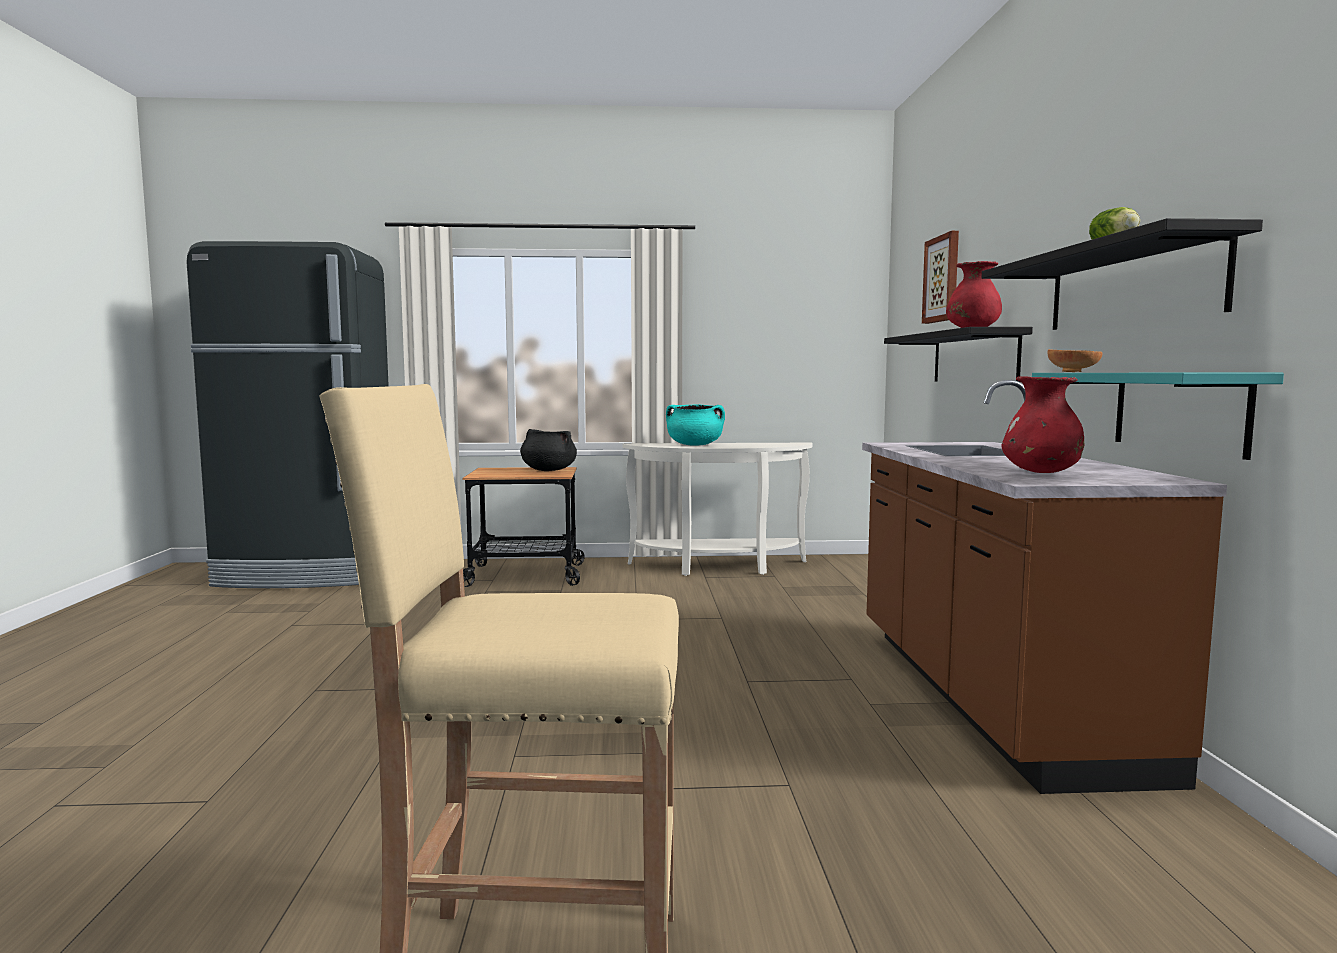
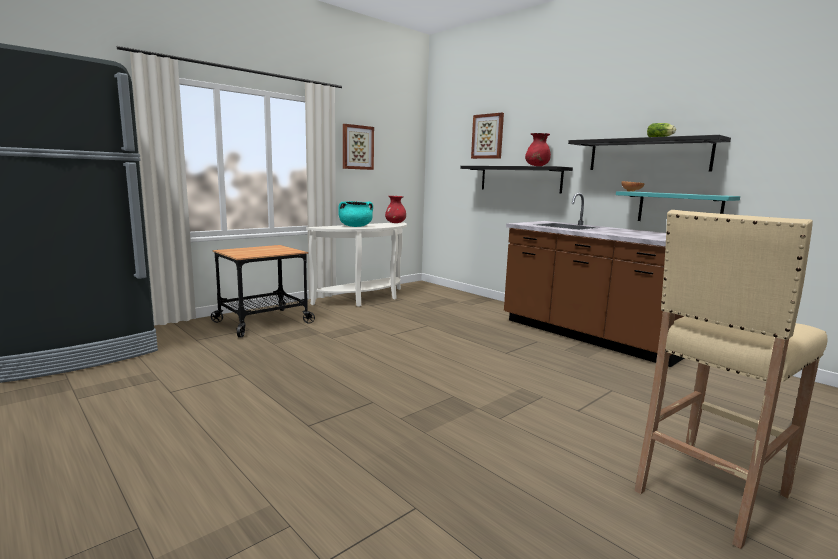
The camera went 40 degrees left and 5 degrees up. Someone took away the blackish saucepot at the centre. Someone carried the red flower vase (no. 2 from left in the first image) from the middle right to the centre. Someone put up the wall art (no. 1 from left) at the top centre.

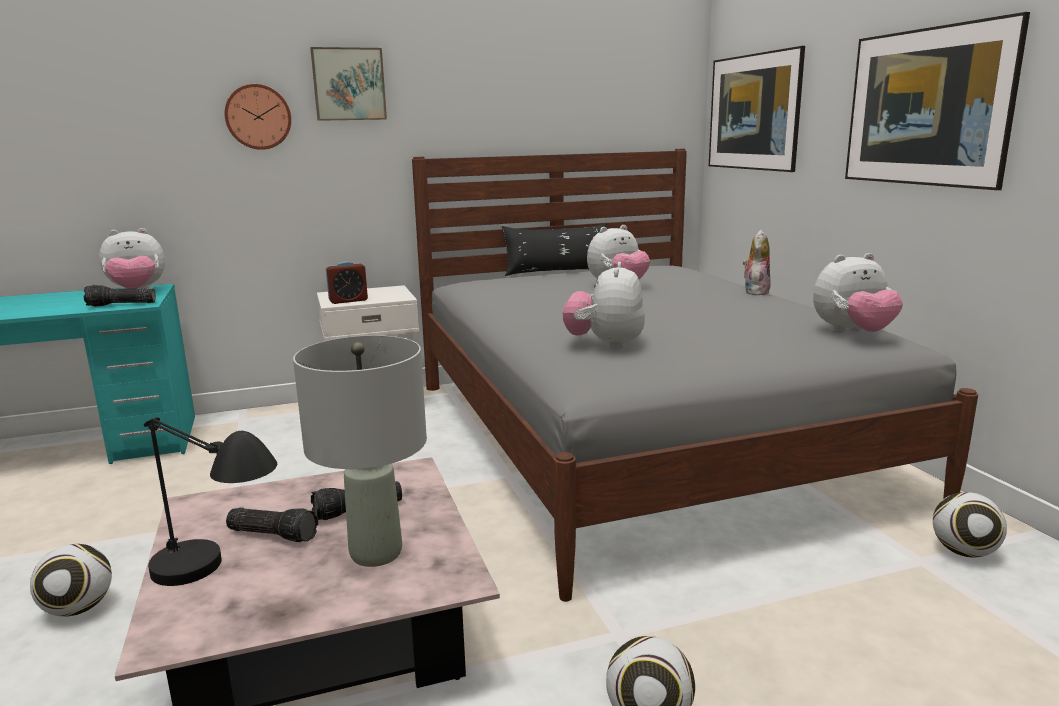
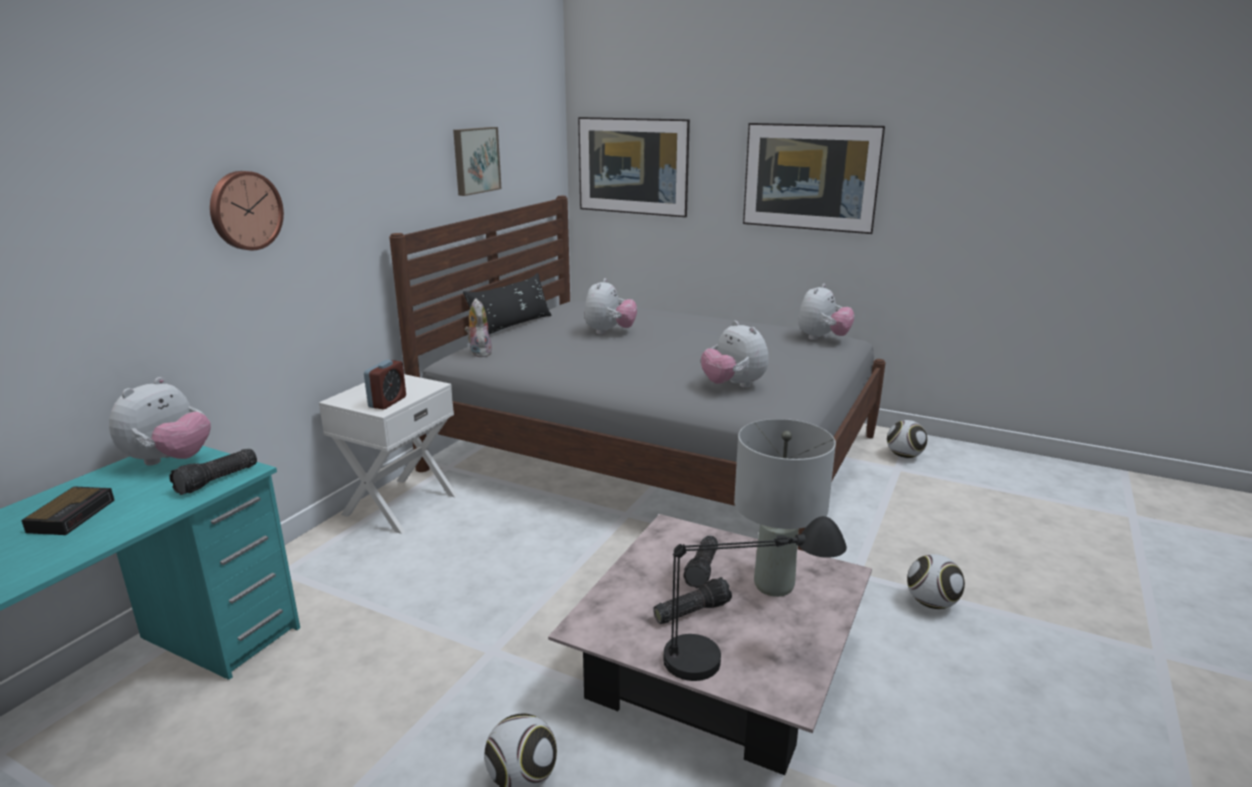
The camera went 45 degrees left and 5 degrees up. Someone carried the wall art (no. 1 from left) from the top left to the top centre. Someone carried the cuddly toy (no. 4 from left in the first image) from the middle right to the centre. Someone put down the alarm clock (no. 1 from left) at the middle left.

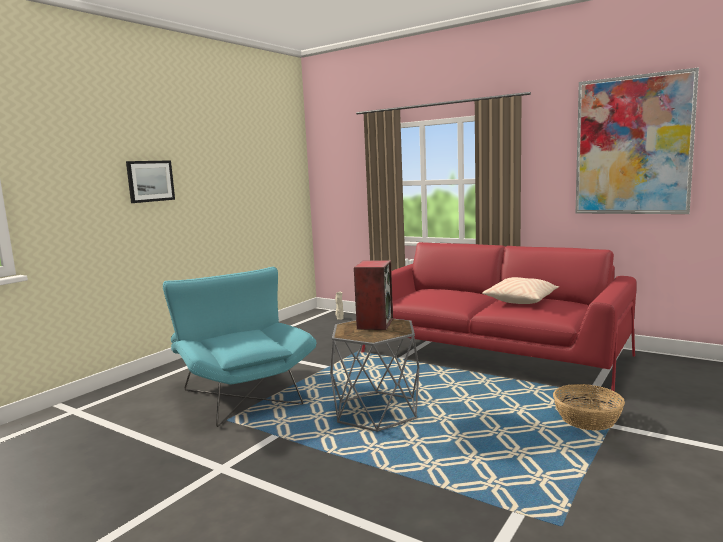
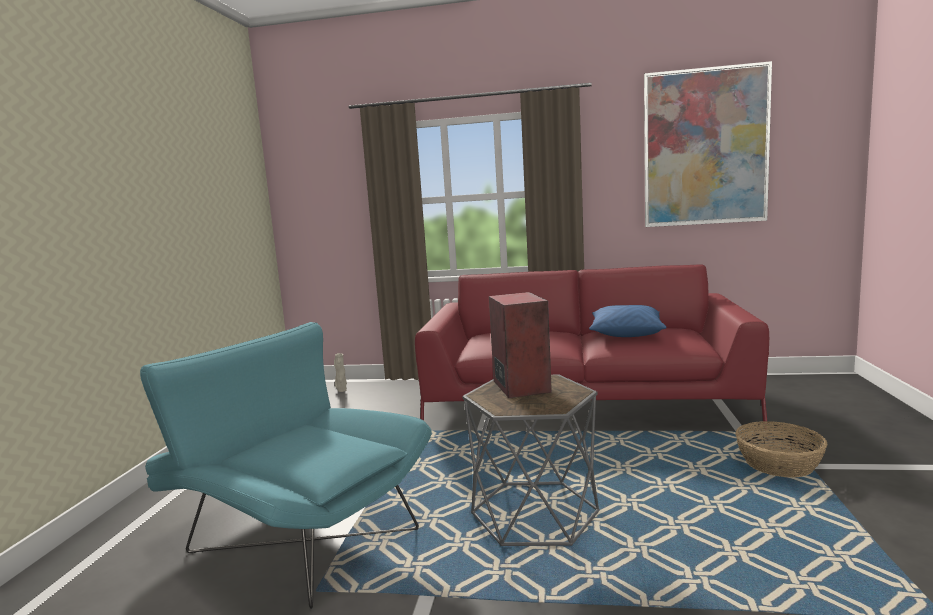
The camera went 25 degrees left and 0 degrees up. Someone took away the wall art (no. 1 from left) at the middle left. Someone repainted the sand-coloured throw pillow at the middle right, which became the blue throw pillow at the middle right.

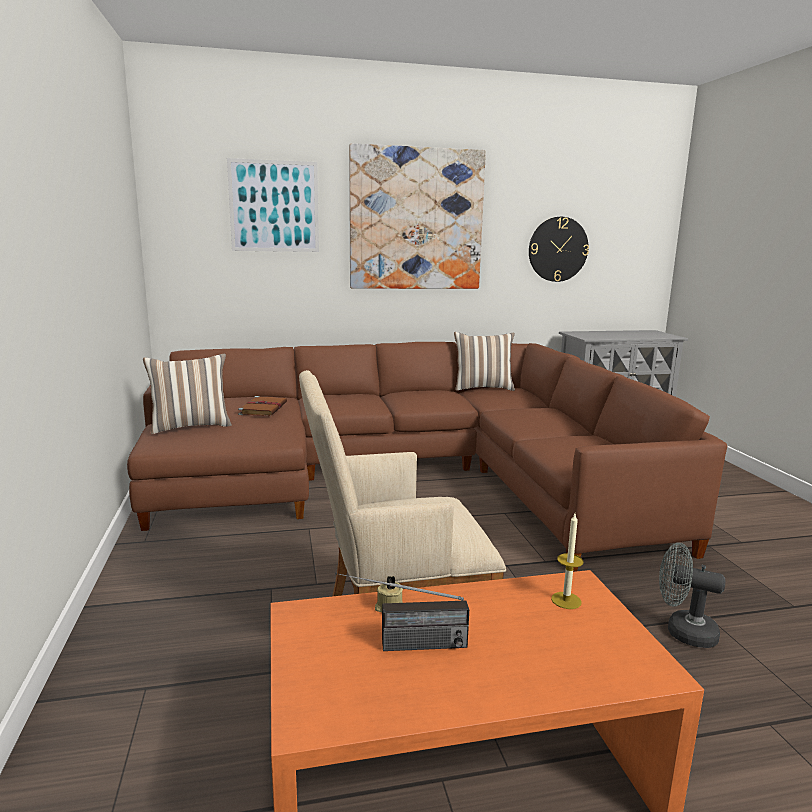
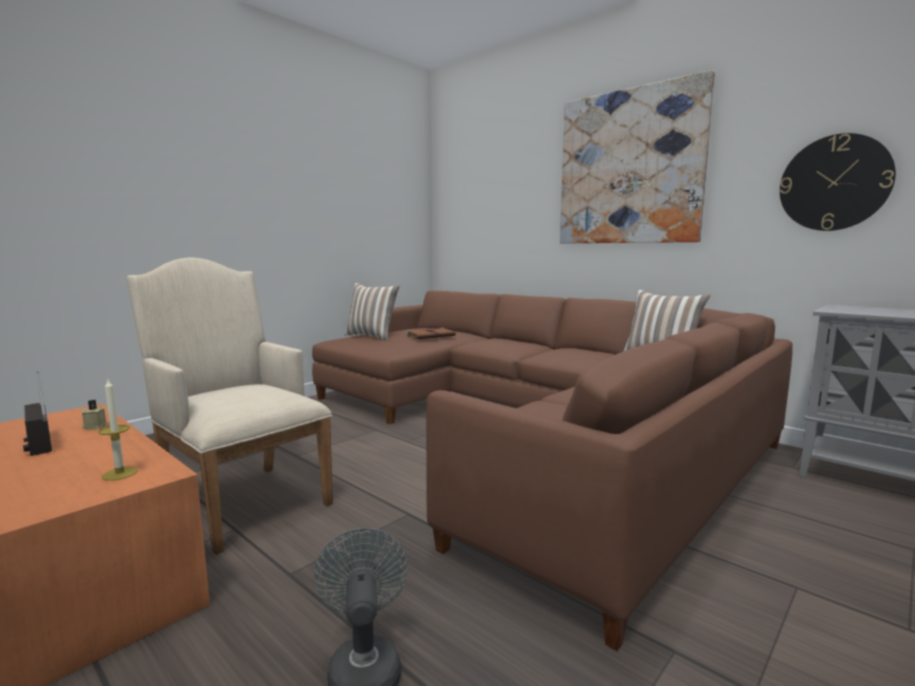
The camera went 55 degrees right and 5 degrees down. Someone took away the wall art (no. 1 from left) at the top centre.

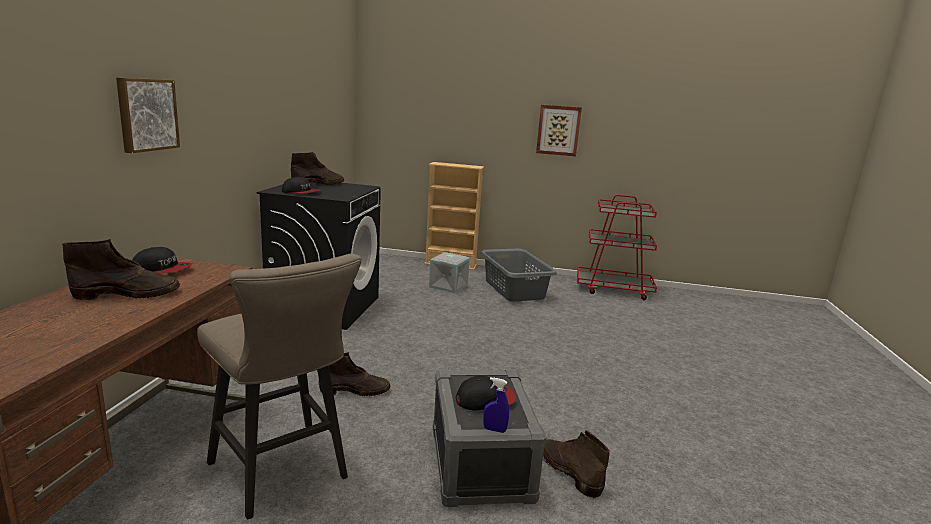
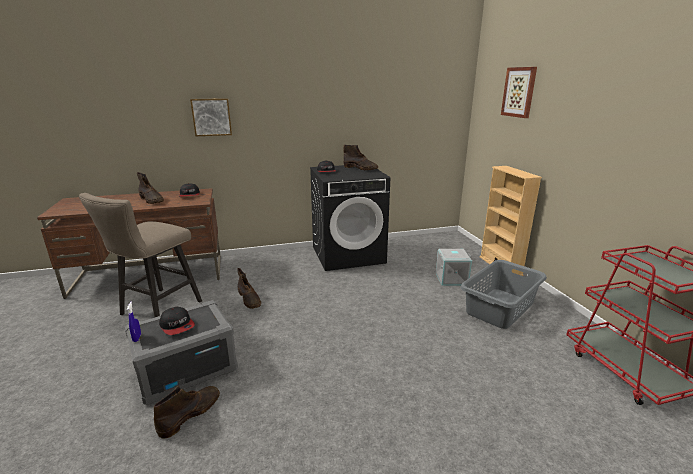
The camera went 65 degrees right and 5 degrees up. Someone carried the wall art (no. 2 from left) from the top centre to the top right.

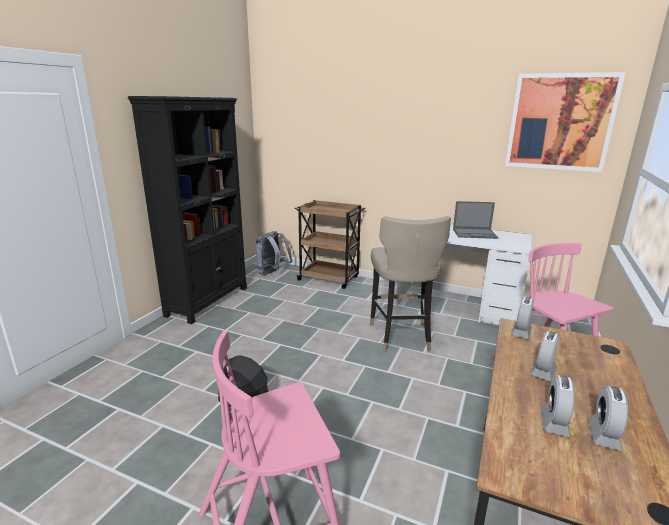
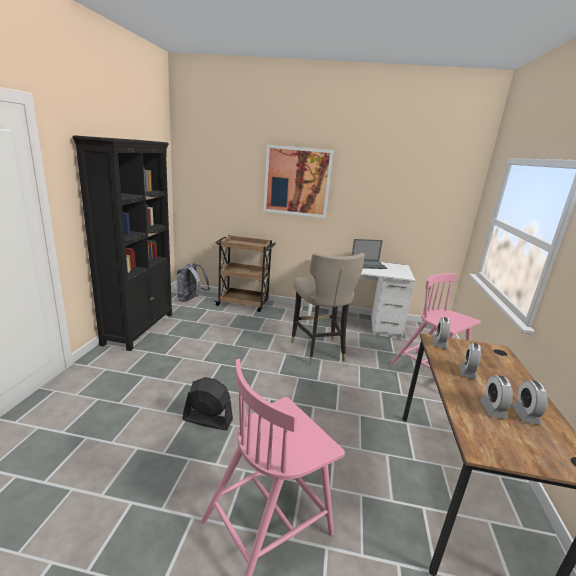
The camera went 15 degrees left and 0 degrees up. Someone carried the wall art from the top right to the top centre.

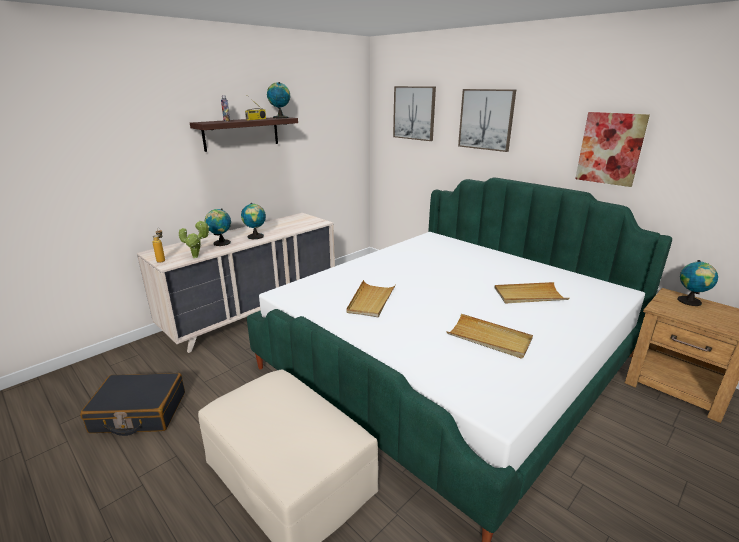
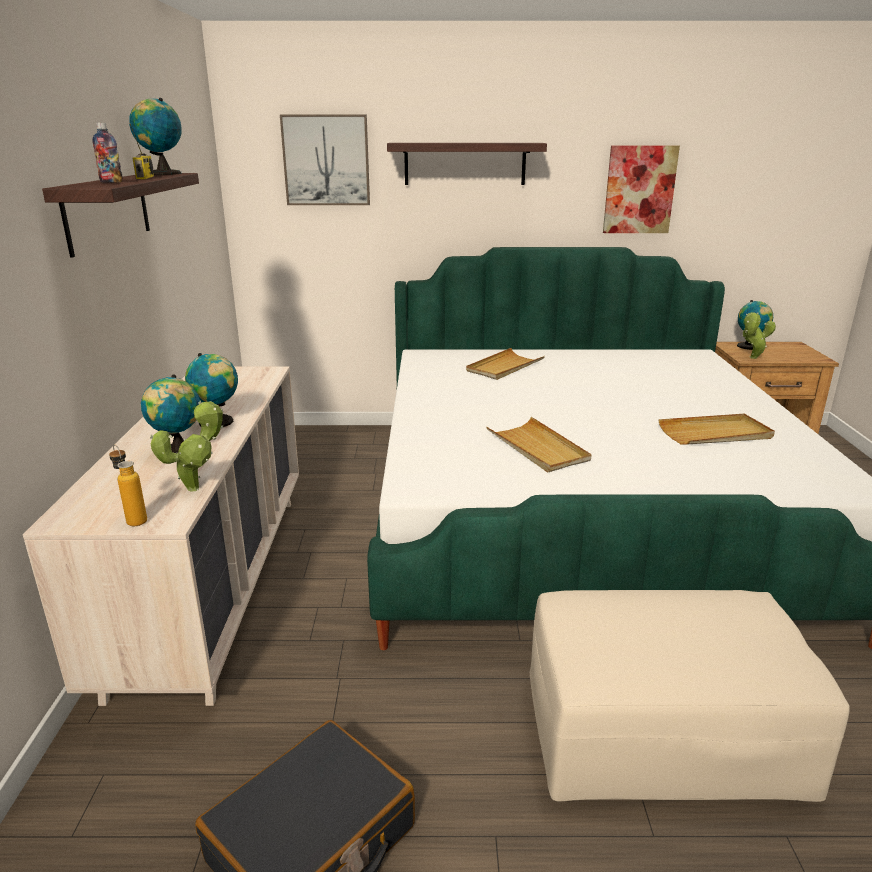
The camera went 45 degrees left and 0 degrees up. Someone swapped the wall art (no. 2 from left) at the top centre for the shelf (no. 2 from left) at the top centre. Someone carried the sand-coloured tray (no. 3 from left in the first image) from the middle right to the centre. Someone put down the houseplant (no. 2 from left) at the middle right.

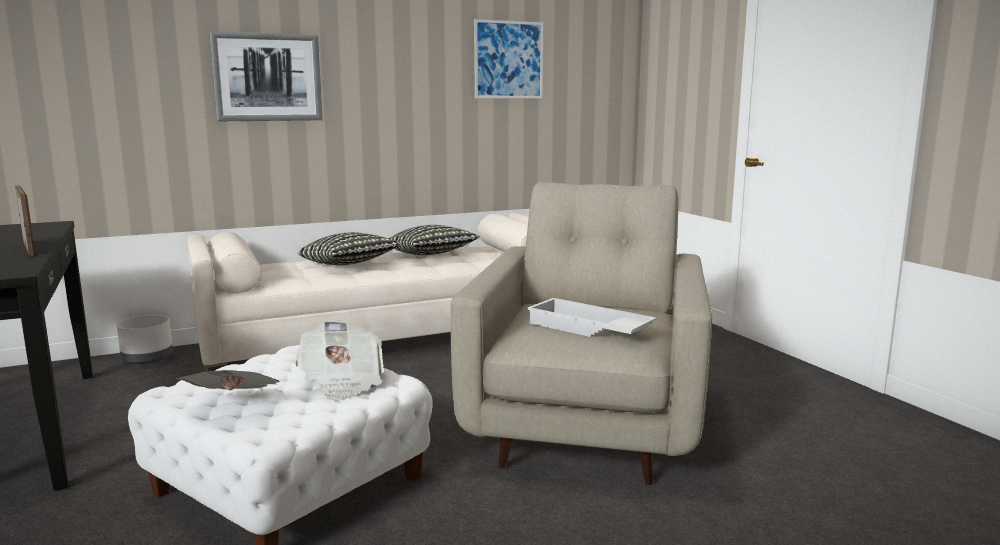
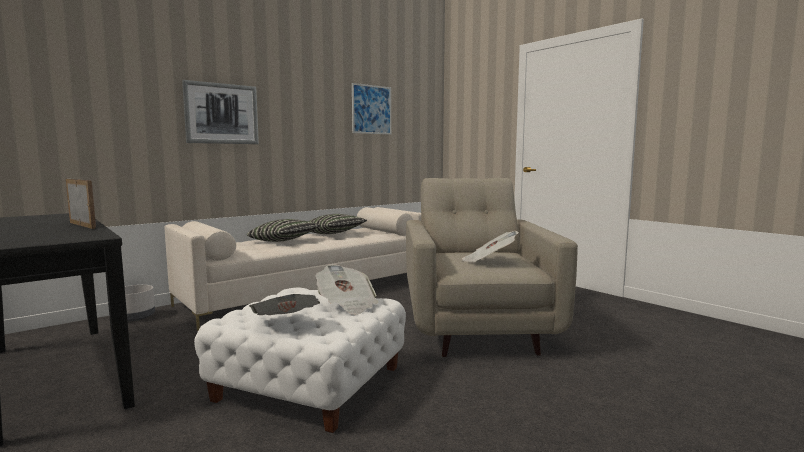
The camera went 15 degrees left and 5 degrees down. Someone swapped the white tray at the centre for the printed paper (no. 3 from left) at the centre.

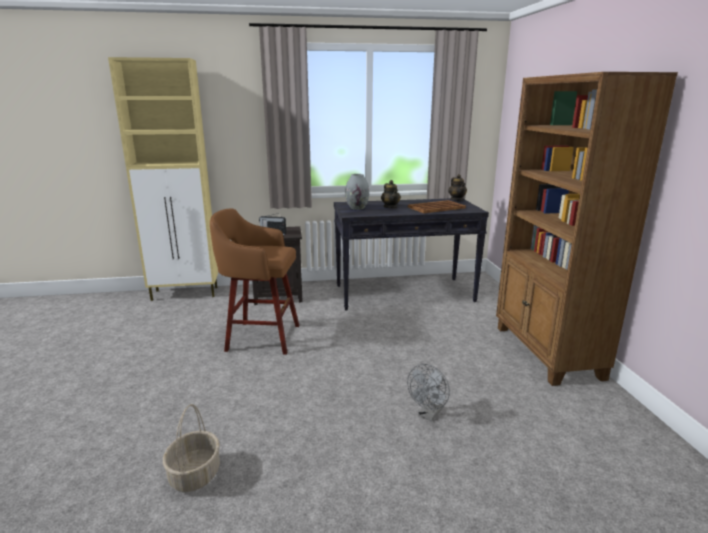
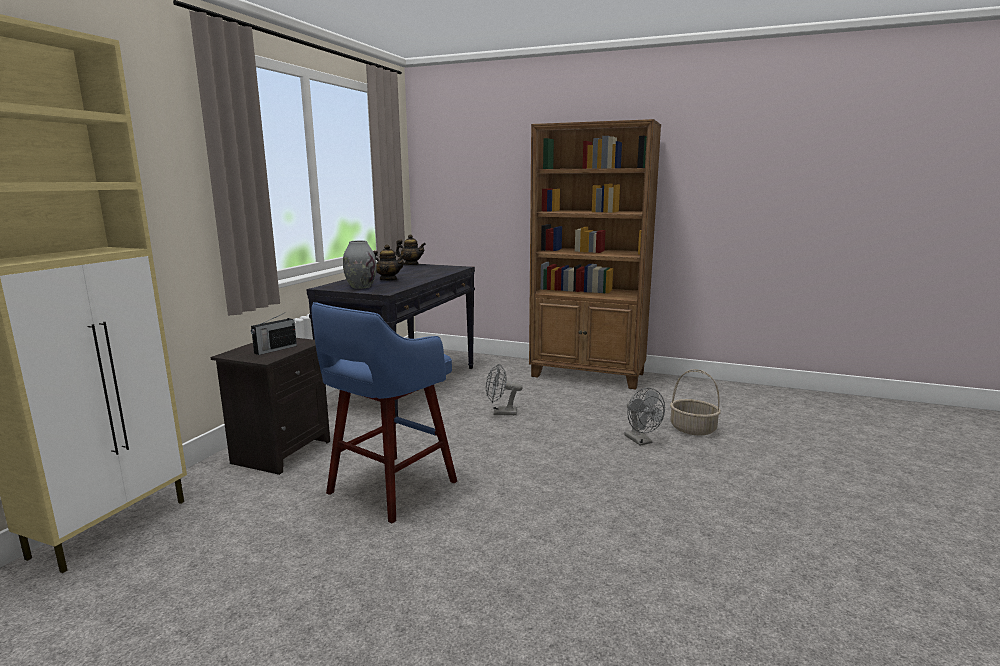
The camera went 60 degrees left and 5 degrees down. Someone carried the storage basket from the bottom left to the middle right. Someone repainted the brown sitting stool at the centre, which became the blue sitting stool at the centre. Someone took away the brown tray at the centre. Someone put down the grey fan (no. 1 from left) at the centre.

